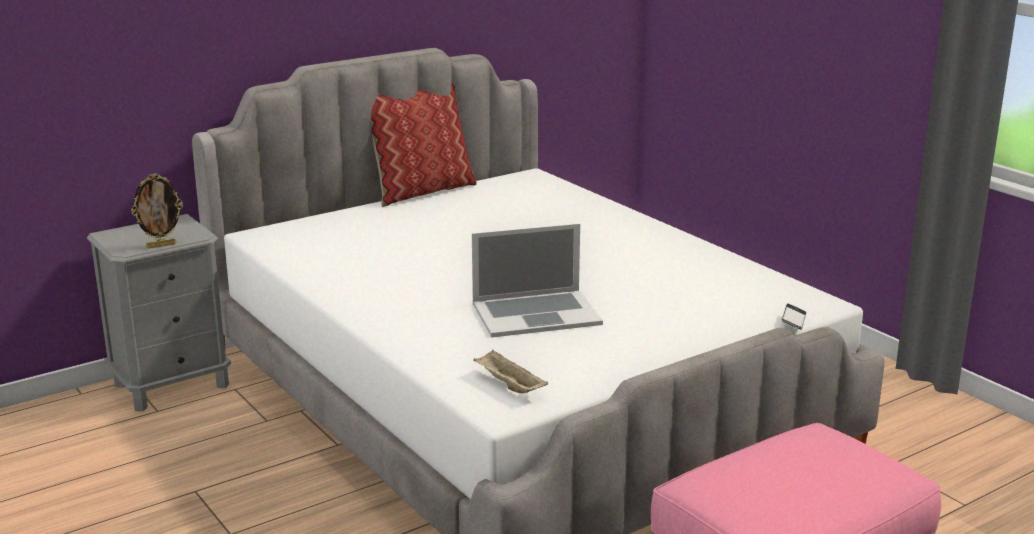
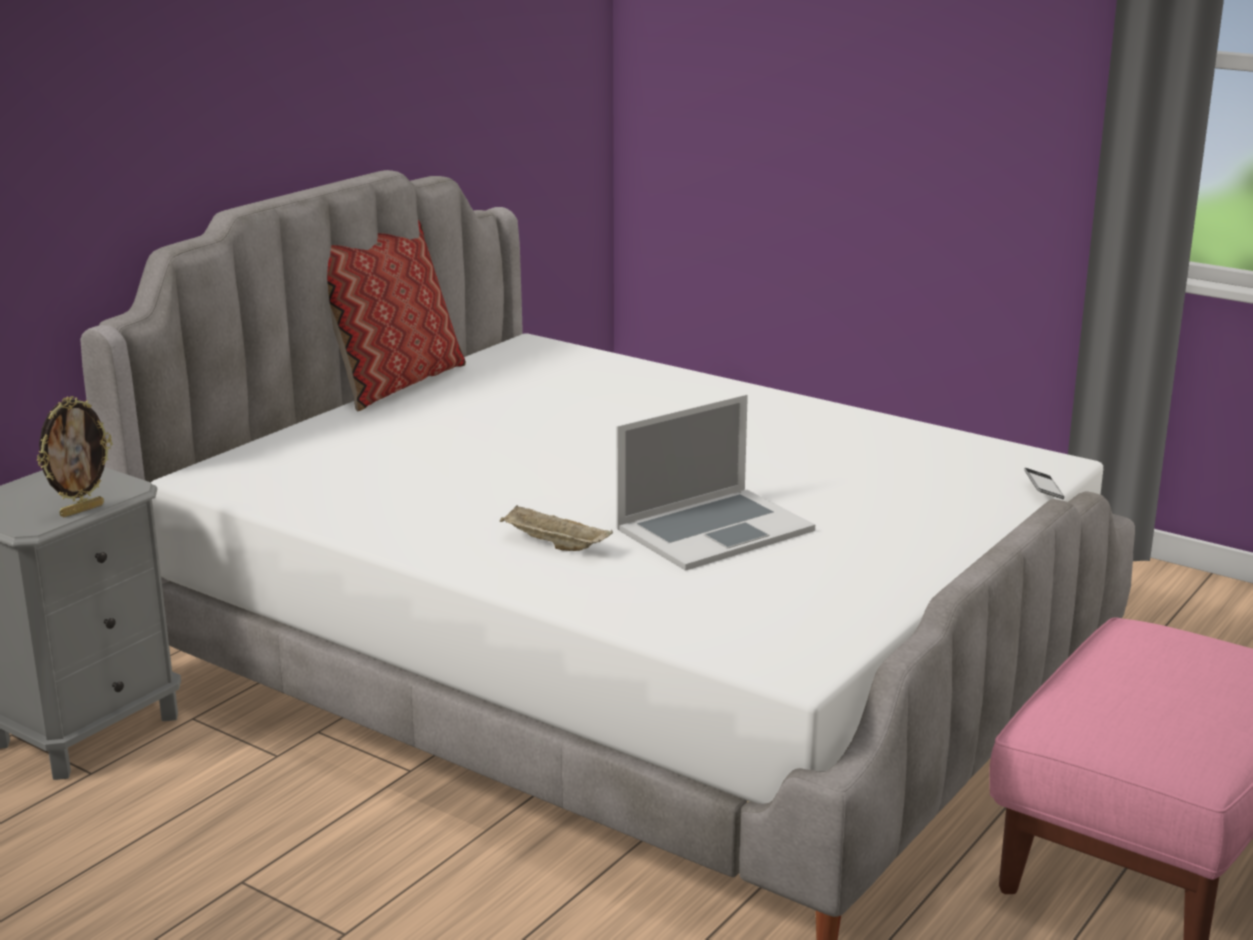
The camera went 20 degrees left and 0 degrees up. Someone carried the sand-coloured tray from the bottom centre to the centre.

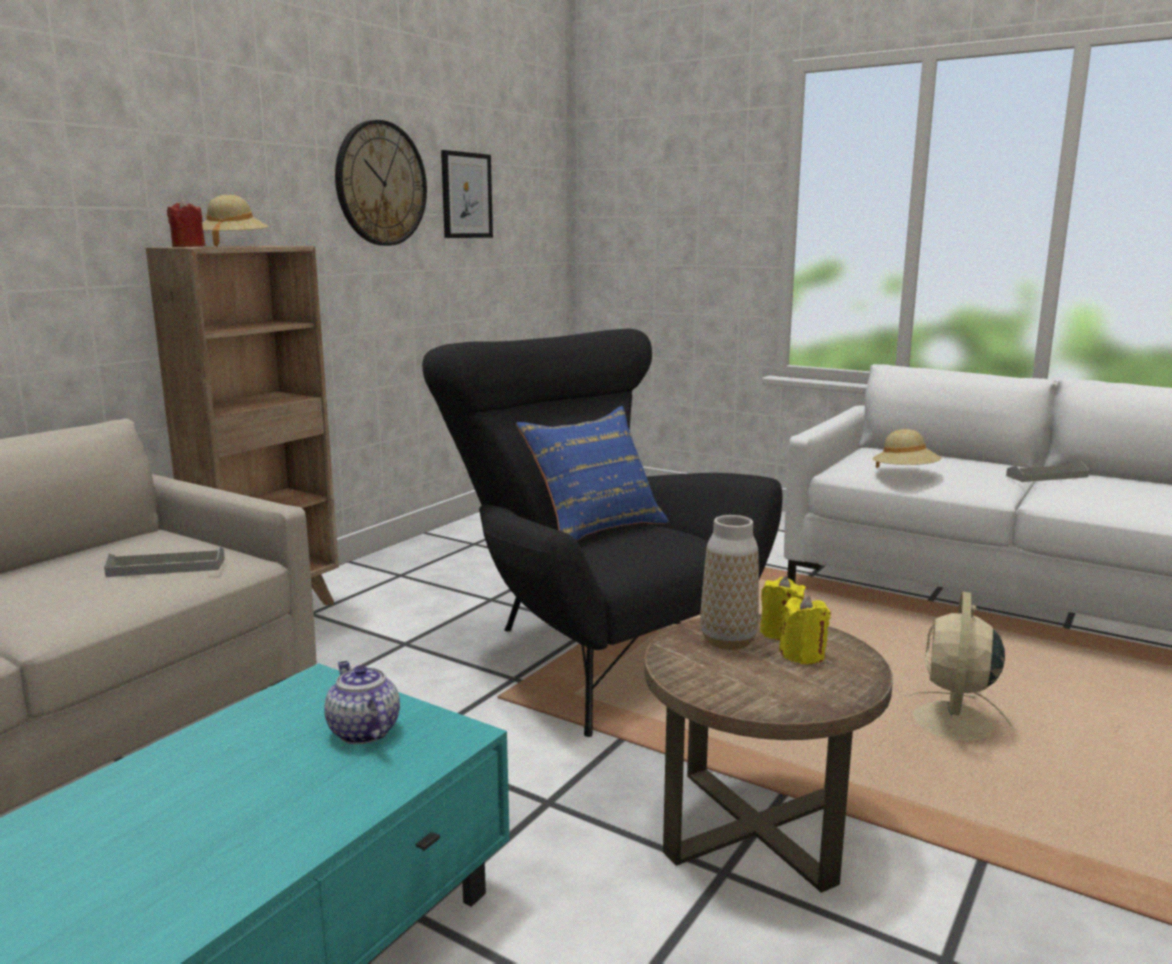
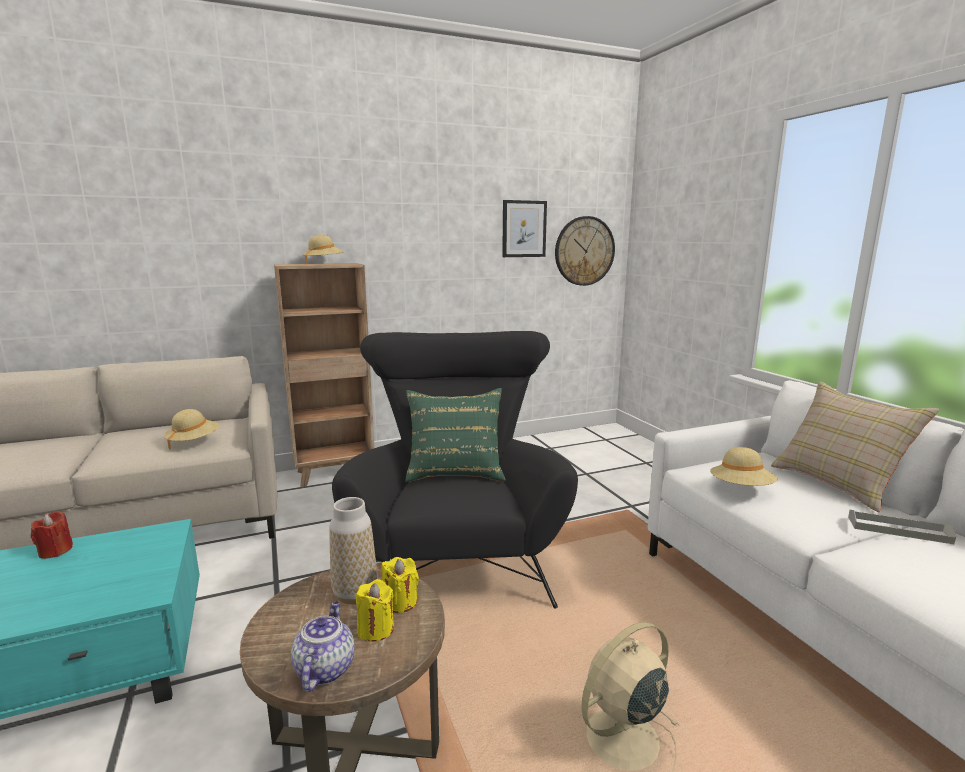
The camera went 35 degrees right and 0 degrees up. Someone swapped the grey tray (no. 1 from left) at the middle left for the sand-coloured hat (no. 1 from left) at the middle left. Someone carried the red wax light from the top left to the bottom left. Someone carried the teapot from the bottom left to the bottom centre. Someone carried the wall clock from the top left to the top centre. Someone repainted the blue throw pillow at the centre, which became the greenish throw pillow at the centre. Someone put down the sand-coloured throw pillow at the middle right.

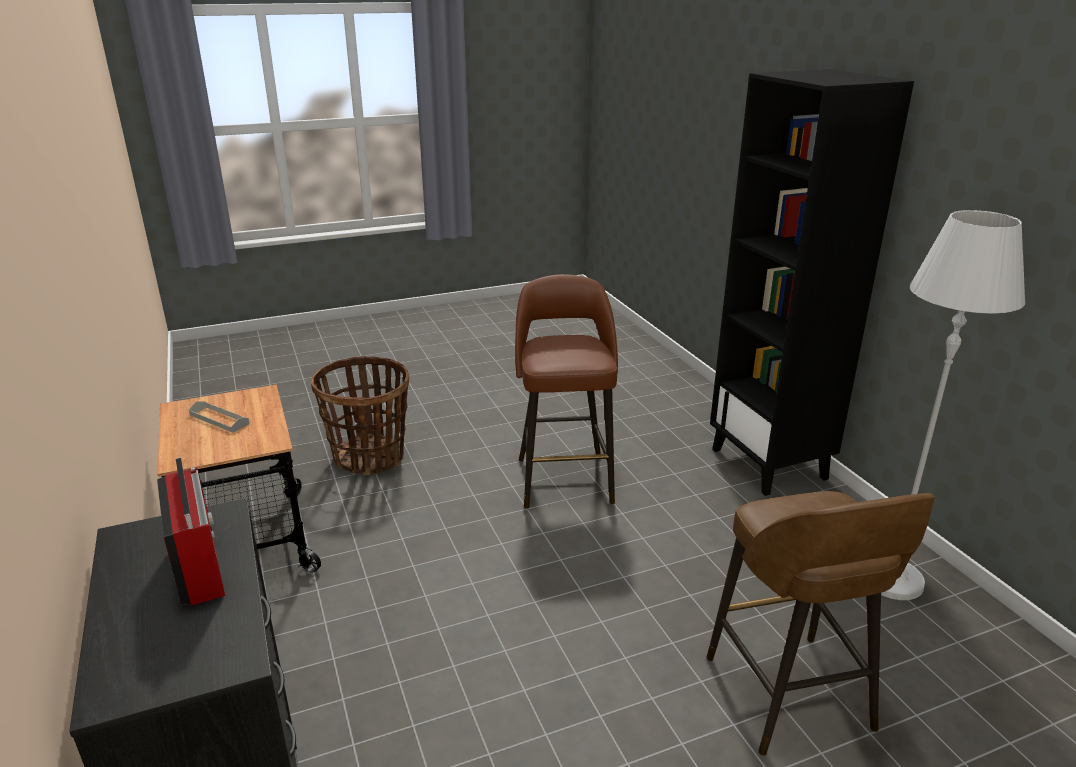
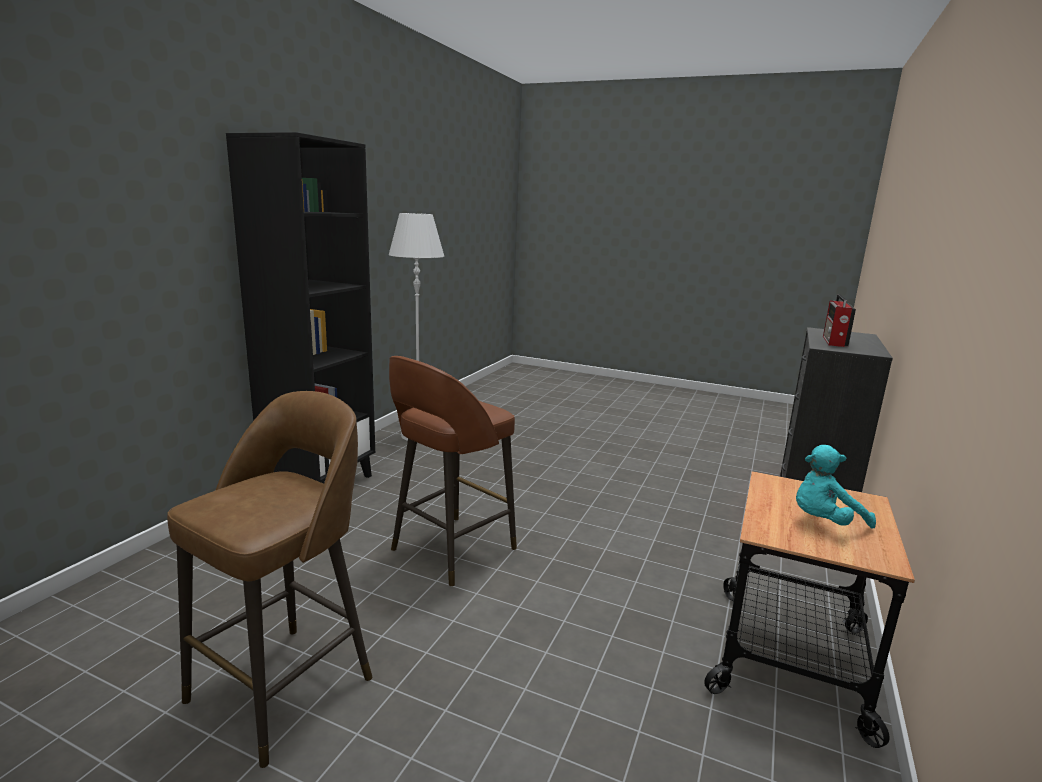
The camera went 135 degrees left and 10 degrees down. Someone swapped the grey tray at the middle left for the turquoise-coloured cuddly toy at the middle right. Someone took away the storage basket at the centre. Someone carried the brown sitting stool (no. 2 from left in the first image) from the bottom right to the bottom left.

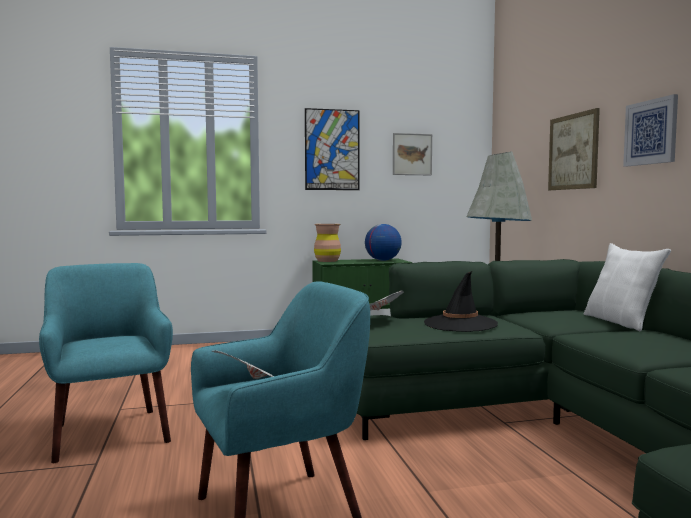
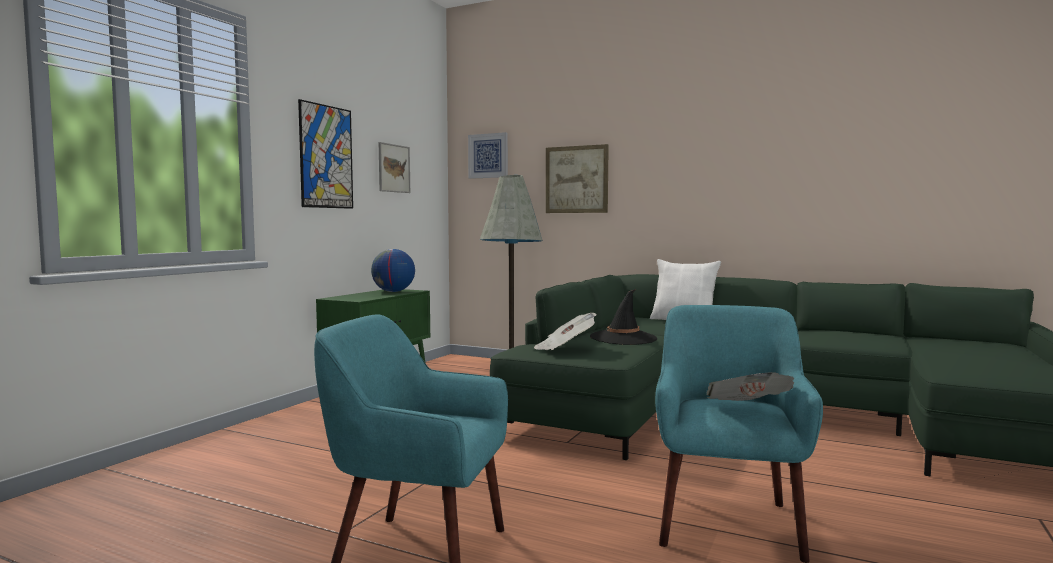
The camera went 50 degrees left and 0 degrees up. Someone took away the brown flower vase at the centre. Someone carried the wall art (no. 4 from left in the first image) from the top right to the top centre.

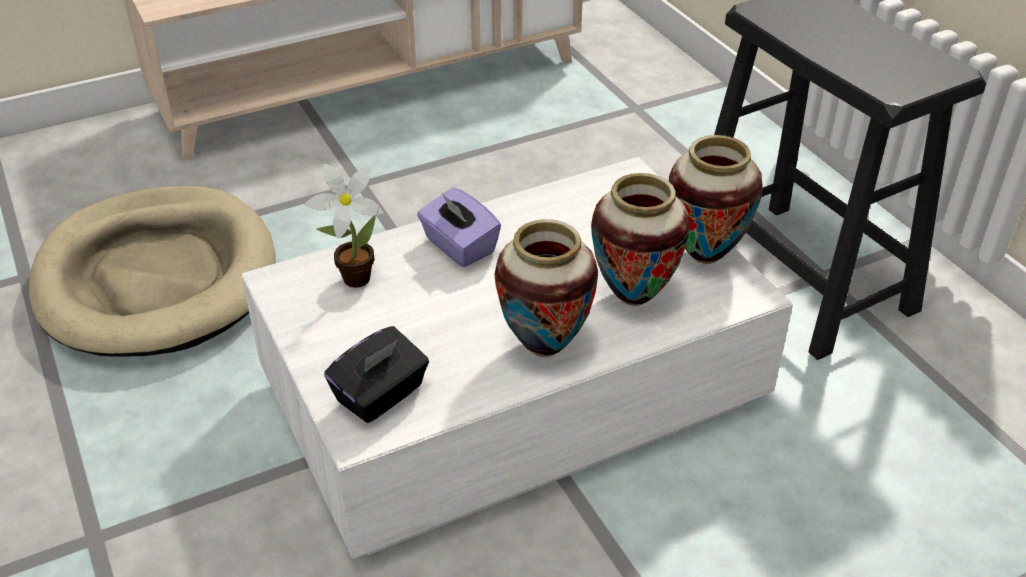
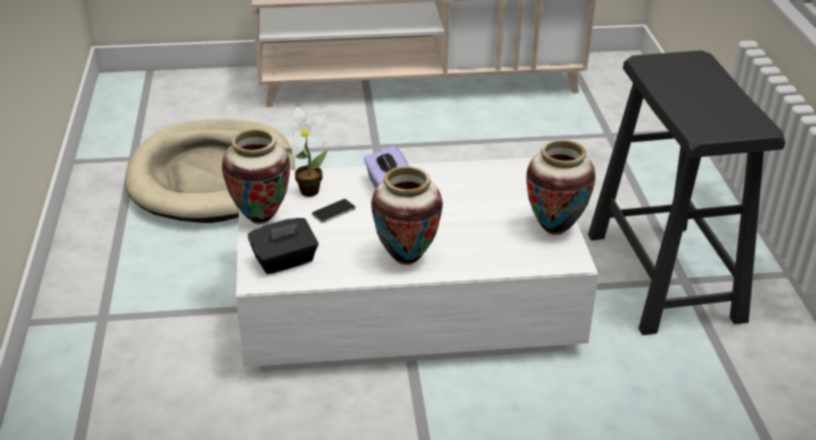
The camera went 20 degrees right and 5 degrees down. Someone carried the flower vase (no. 2 from left in the first image) from the centre to the middle left. Someone put down the telephone at the centre.

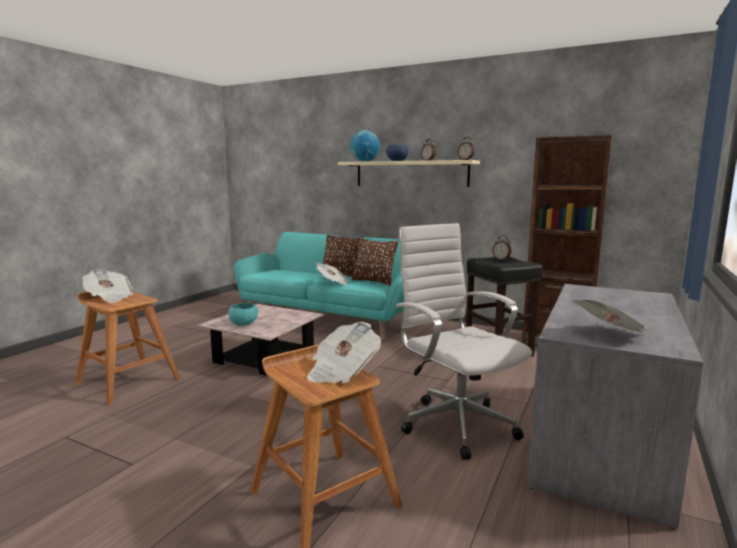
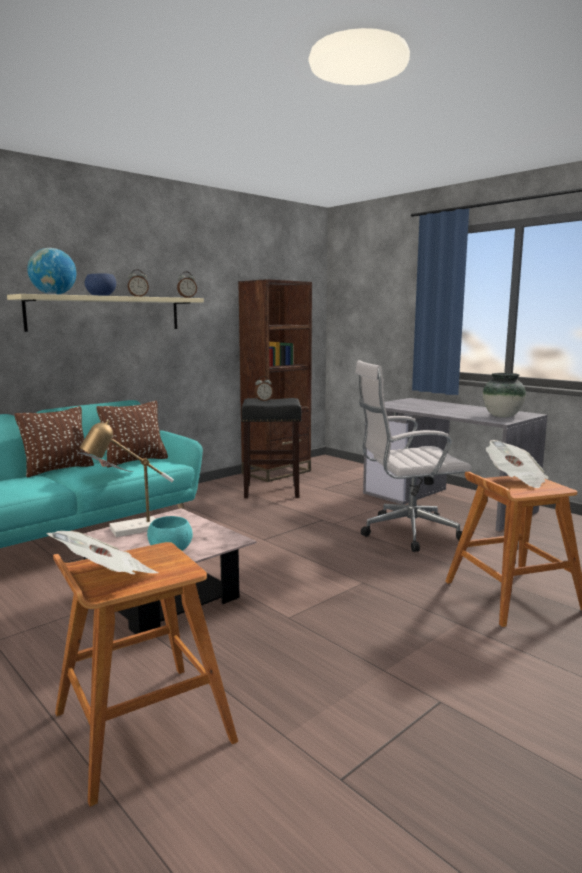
The camera went 70 degrees left and 0 degrees up. Someone swapped the printed paper (no. 4 from left) at the middle right for the flower vase at the middle right. Someone put down the table lamp at the middle left.

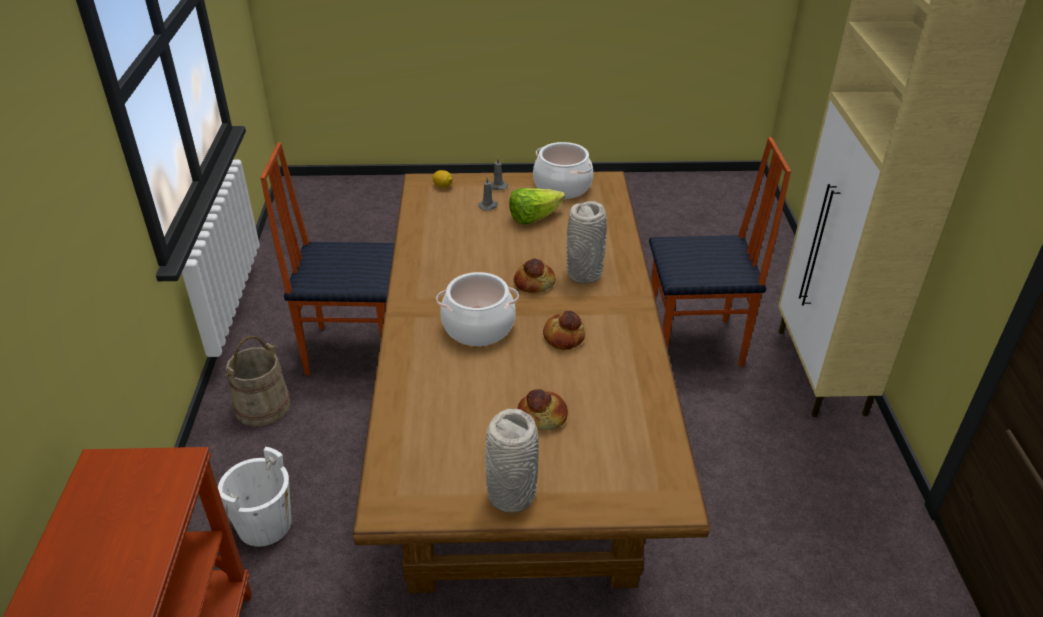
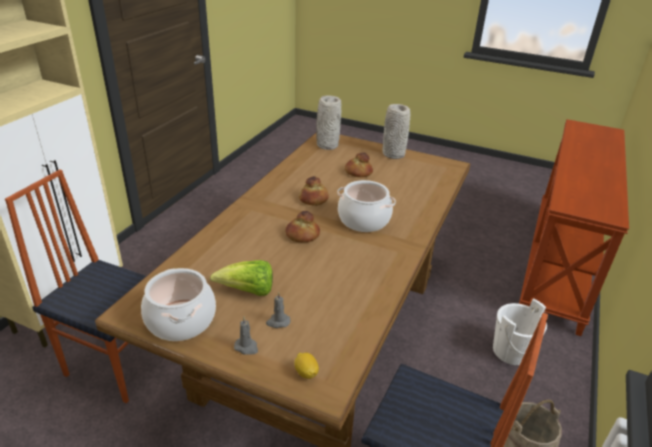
The camera went 155 degrees left and 5 degrees down. Someone carried the grey flower vase (no. 2 from left in the first image) from the centre to the top centre.

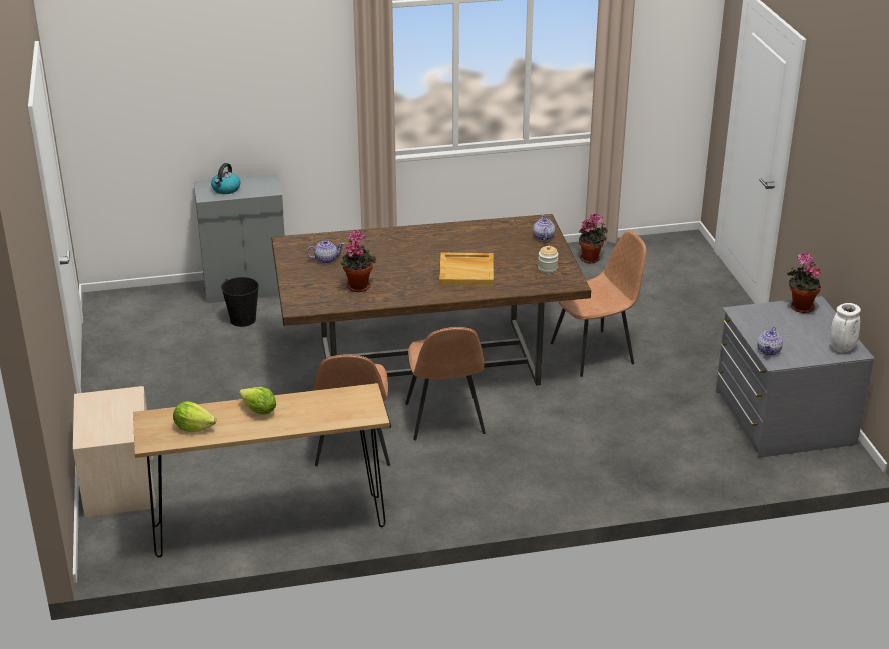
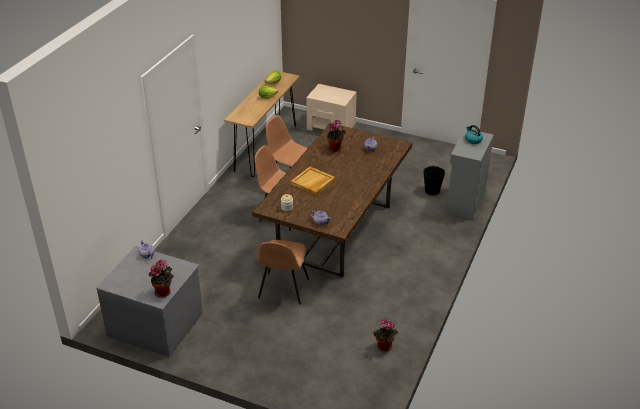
The camera went 125 degrees right and 5 degrees up. Someone took away the white flower vase at the middle right.

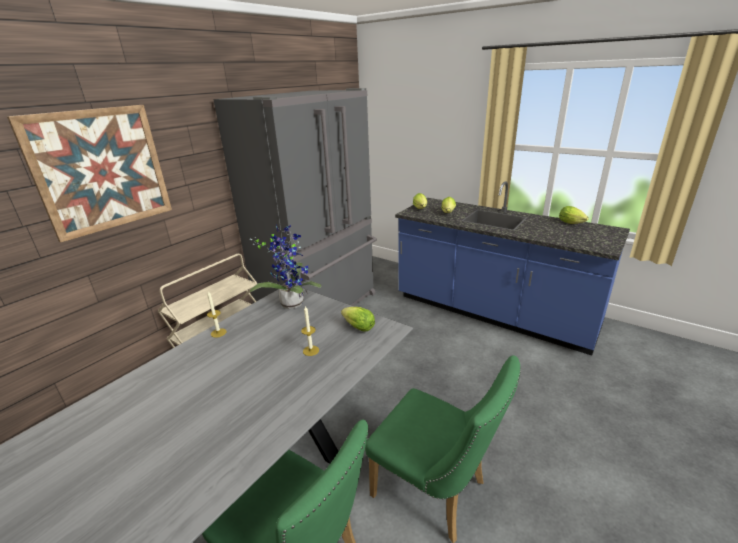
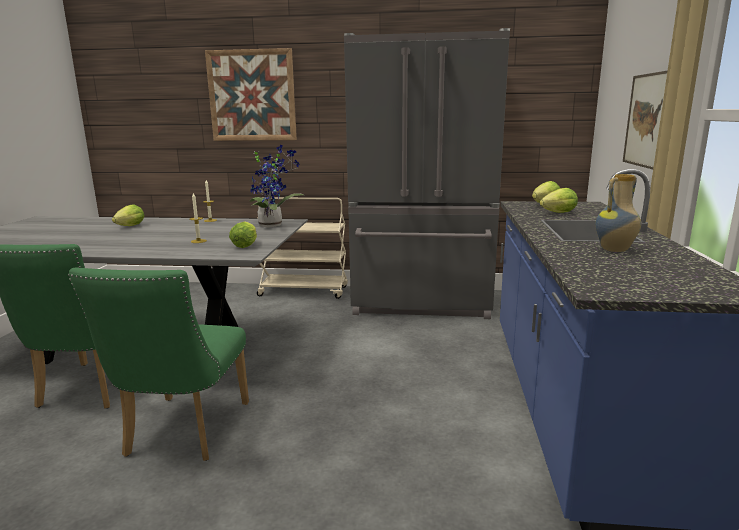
The camera went 60 degrees right and 10 degrees down. Someone carried the lettuce head (no. 4 from left in the first image) from the middle right to the middle left. Someone put down the flower vase at the middle right. Someone put up the wall art (no. 2 from left) at the top right.

